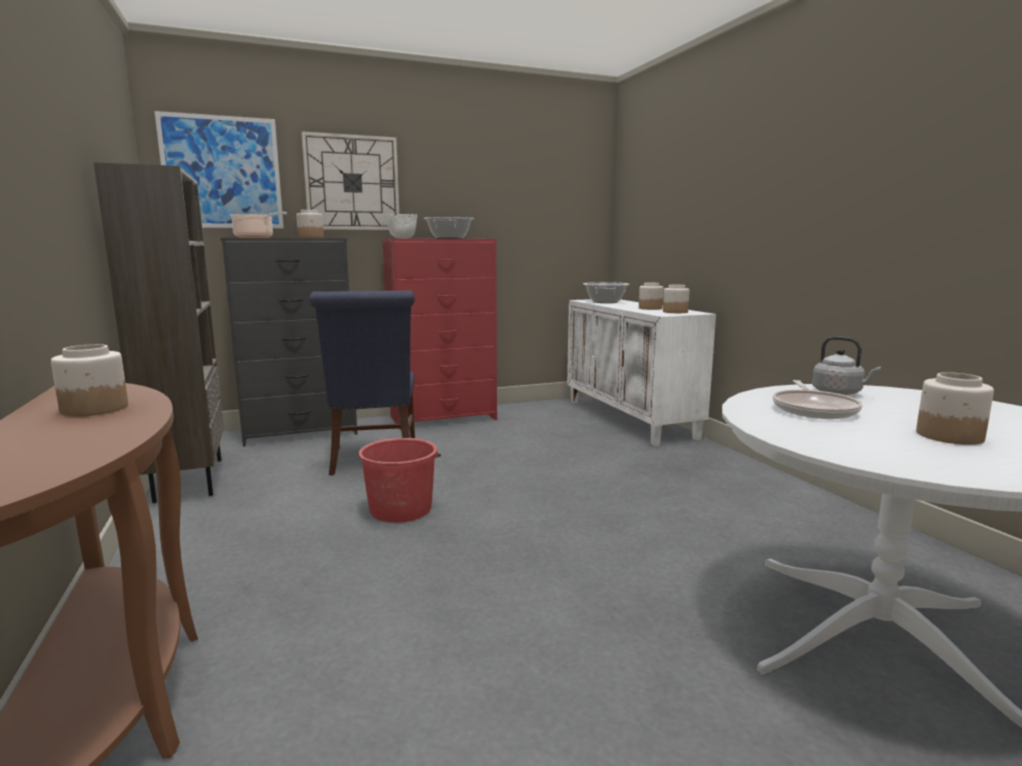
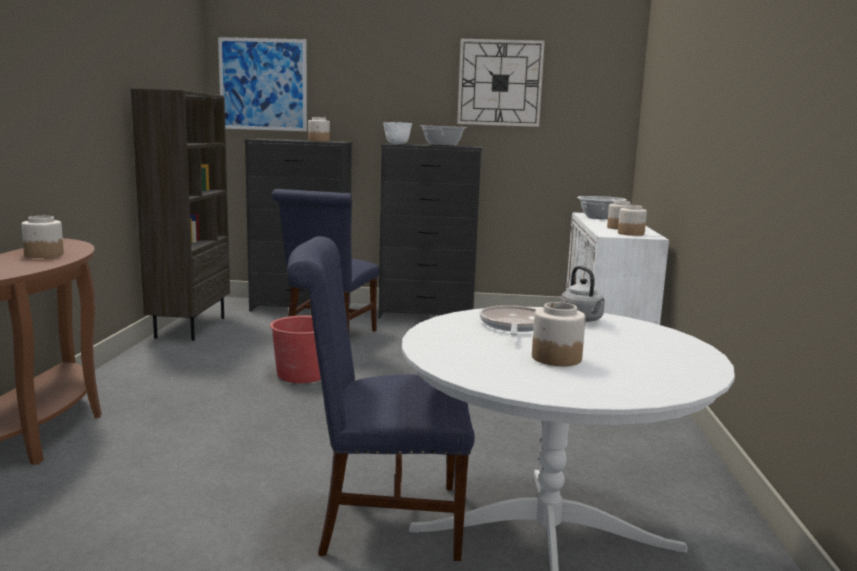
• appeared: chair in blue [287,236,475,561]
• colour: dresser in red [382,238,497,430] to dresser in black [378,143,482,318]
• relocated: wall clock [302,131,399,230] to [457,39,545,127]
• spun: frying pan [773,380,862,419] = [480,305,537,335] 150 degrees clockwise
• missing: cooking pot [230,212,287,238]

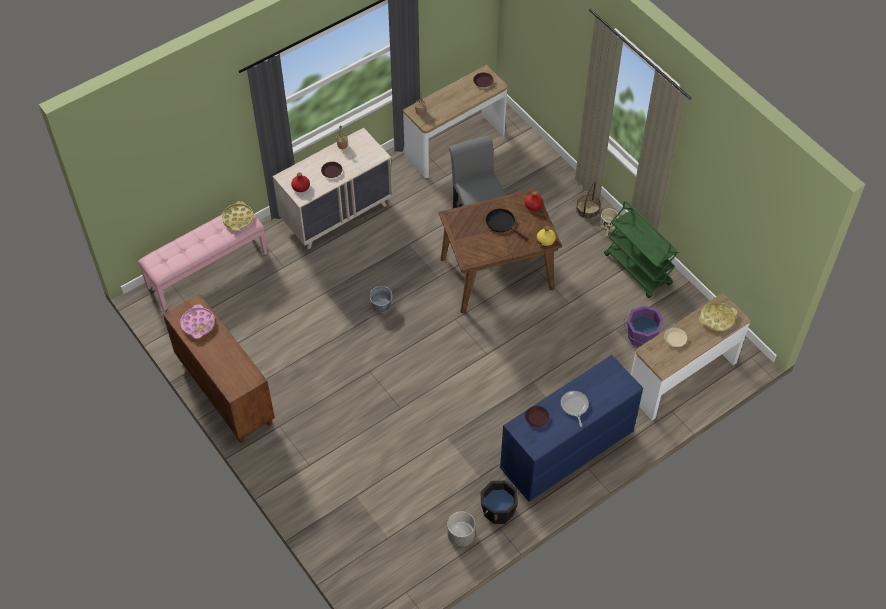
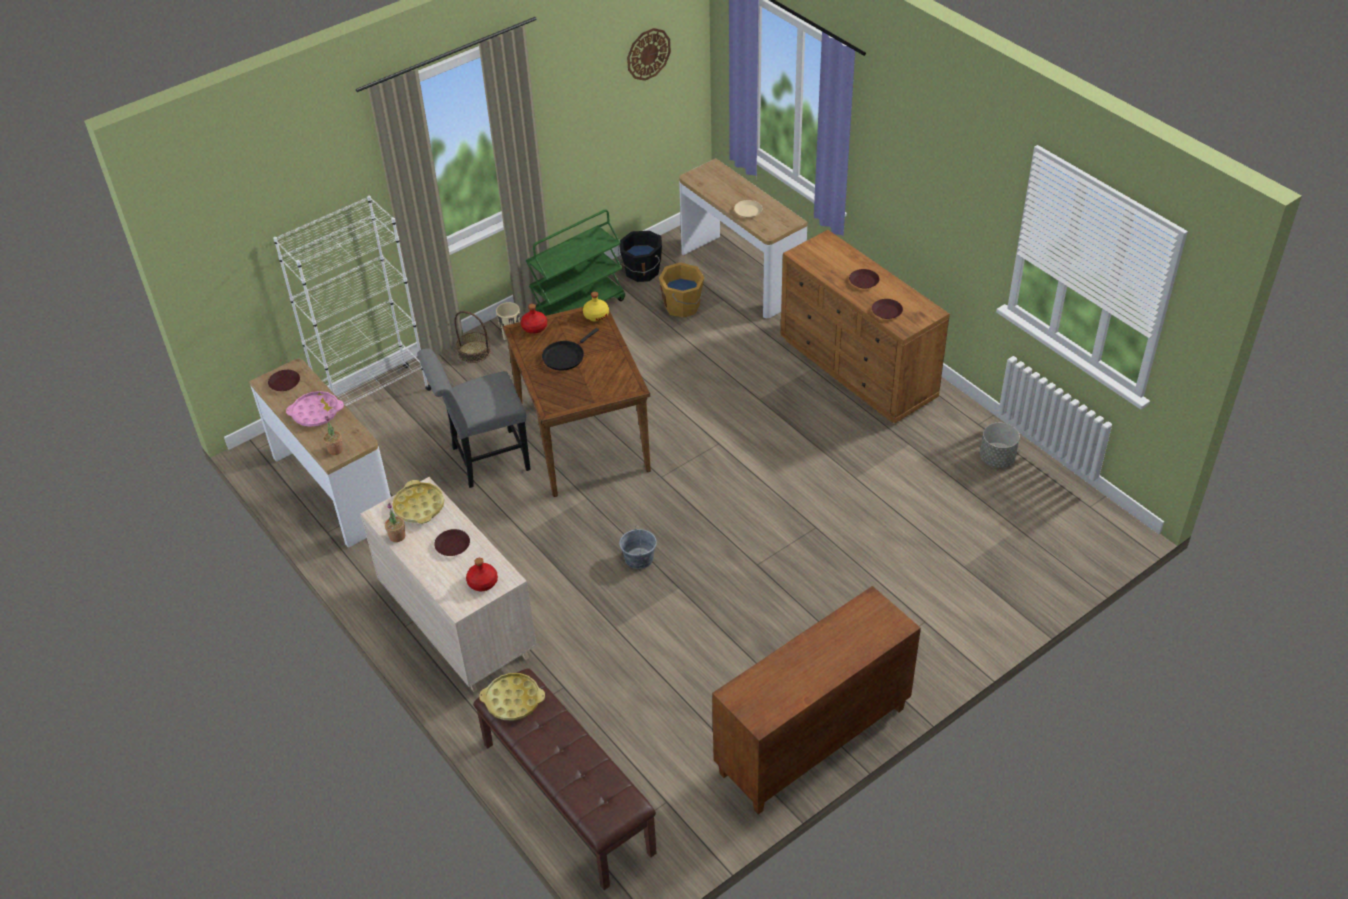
• appeared: bookcase in white [273,196,431,406]
• relocated: tray in pink [180,305,215,339] to [286,391,344,427]
• relocated: tray in yellow [699,302,737,331] to [392,480,444,524]
• colour: bench in pink [138,213,268,311] to bench in brown [473,668,656,890]
• relocated: bucket in black [479,481,518,524] to [618,231,662,282]
• appeared: wall clock [627,28,671,81]
• colour: bucket in purple [623,306,664,347] to bucket in orange [659,262,705,318]
• colour: dresser in blue [500,355,643,502] to dresser in brown [780,230,950,423]
• exchanged: frying pan [561,391,589,427] to plate in brown [849,269,879,289]

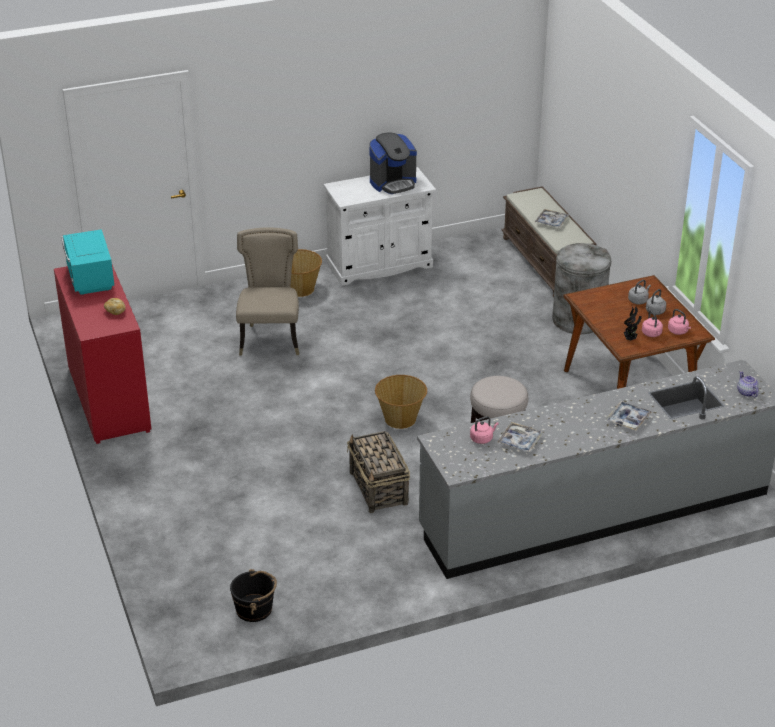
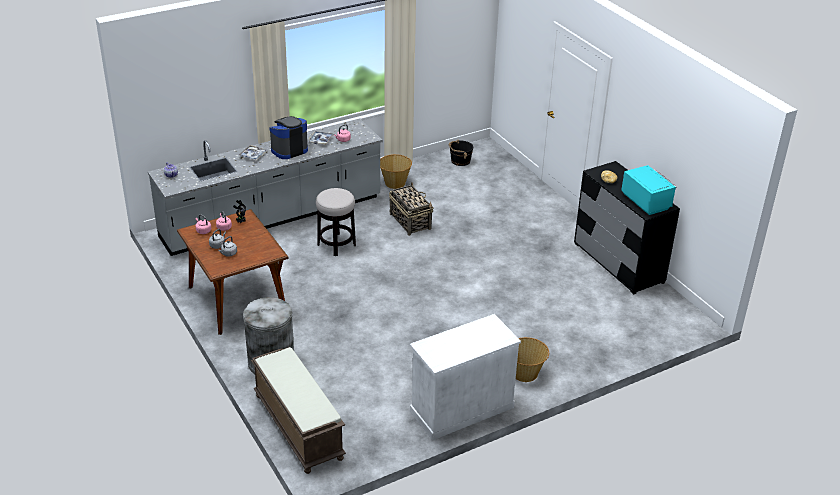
• relocated: coffee machine [369,133,417,194] to [269,116,308,159]
• relocated: basket [375,375,427,429] to [380,154,412,189]
• colour: dresser in red [54,265,151,444] to dresser in black [574,161,680,294]
• missing: chair in beige [236,227,299,355]
• missing: tray [535,209,569,228]

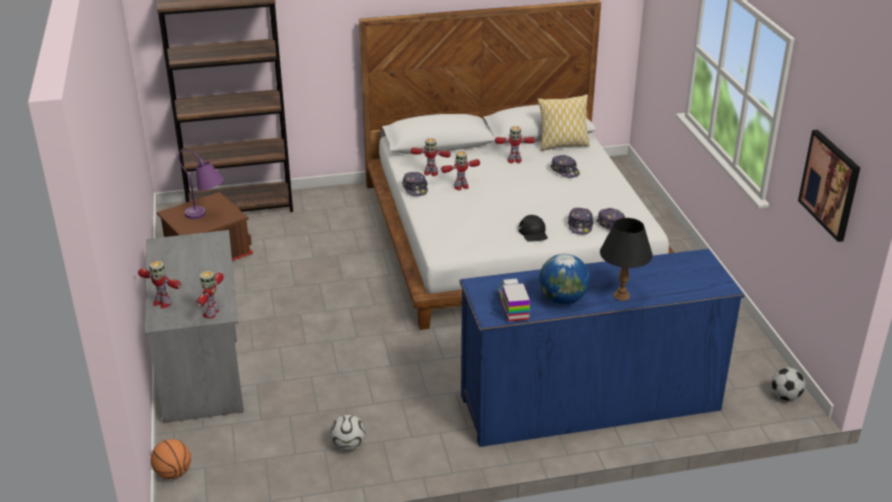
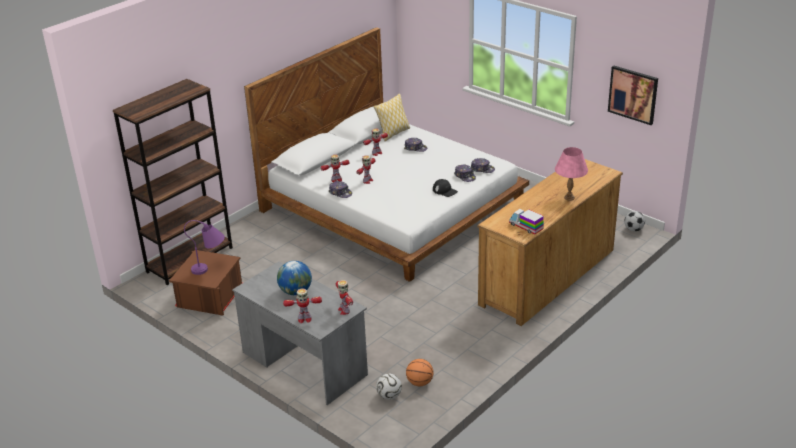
• relocated: globe [539,254,590,304] to [277,261,312,295]
• relocated: football [330,415,366,451] to [376,374,402,400]
• relocated: basketball [151,439,191,479] to [406,359,434,386]
• colour: dresser in blue [459,249,745,447] to dresser in brown [477,159,623,326]
• colour: table lamp in black [600,218,653,301] to table lamp in pink [555,147,588,201]

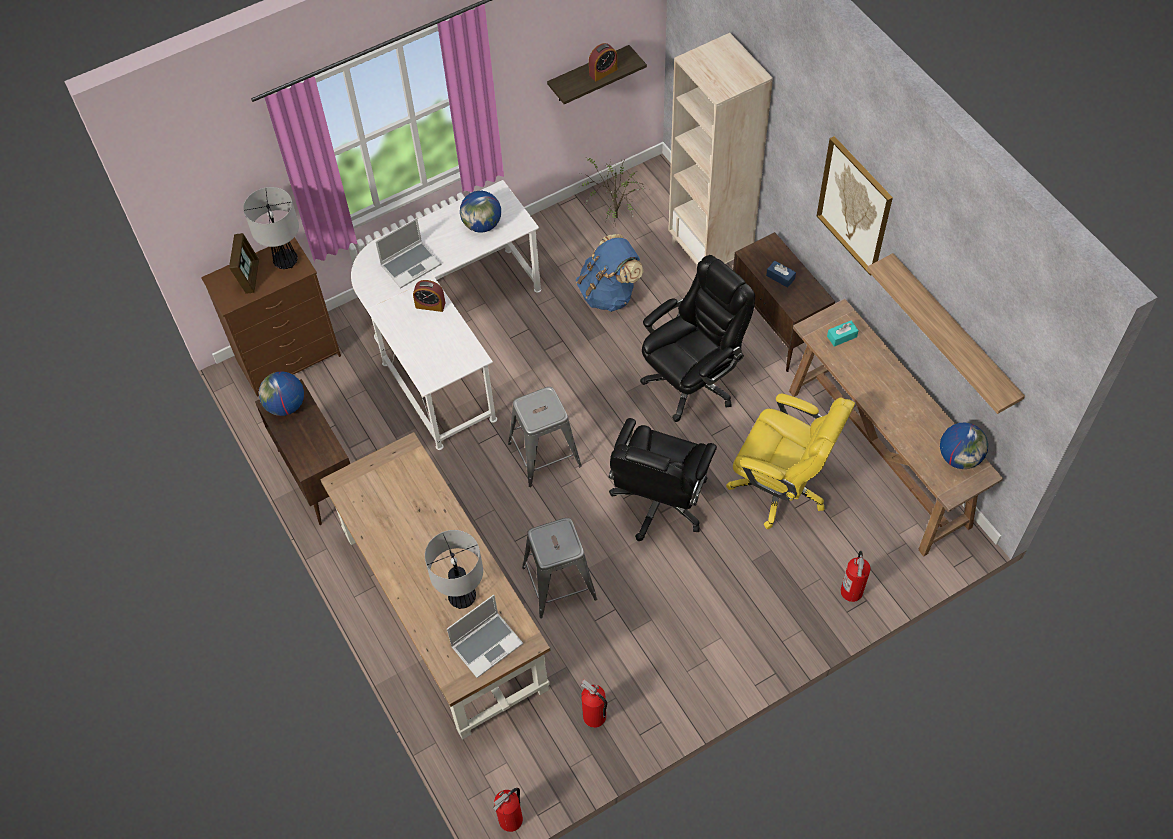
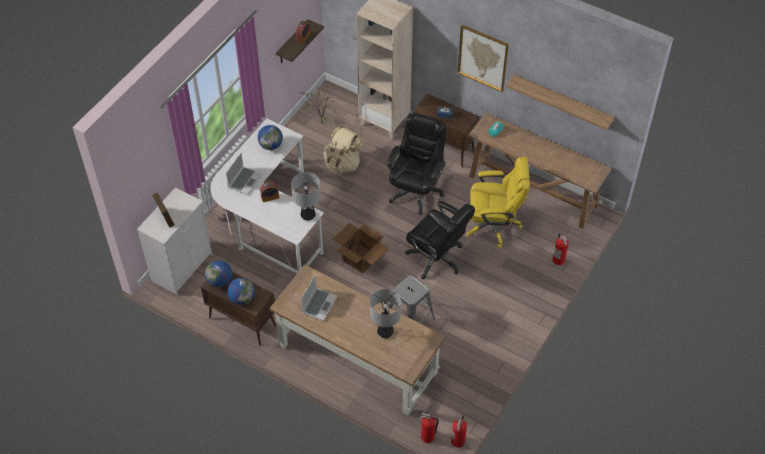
• colour: dresser in brown [201,237,341,397] to dresser in white [137,187,212,295]
• relocated: globe [940,422,988,469] to [227,278,255,305]
• relocated: table lamp [243,187,299,269] to [291,172,321,221]
• relocated: laptop [447,595,523,678] to [301,274,338,321]
• colour: backpack in blue [576,234,644,312] to backpack in beige [323,126,364,174]
• exchanged: stool in grey [508,387,582,487] to cardboard box [333,223,389,274]
• spun: office chair in black [609,418,717,541] = [405,201,475,279] 45 degrees counterclockwise
• relocated: fire extinguisher [580,680,607,728] to [420,413,439,443]

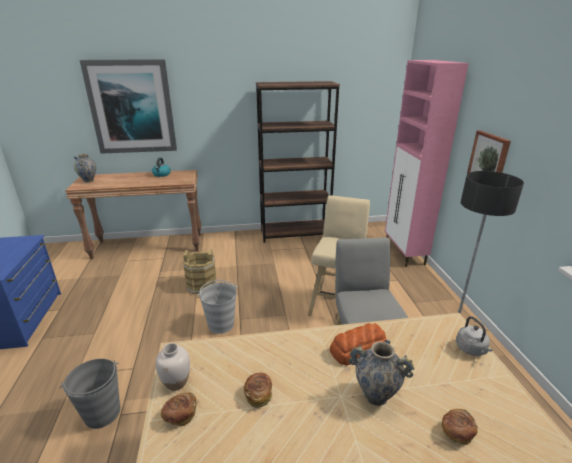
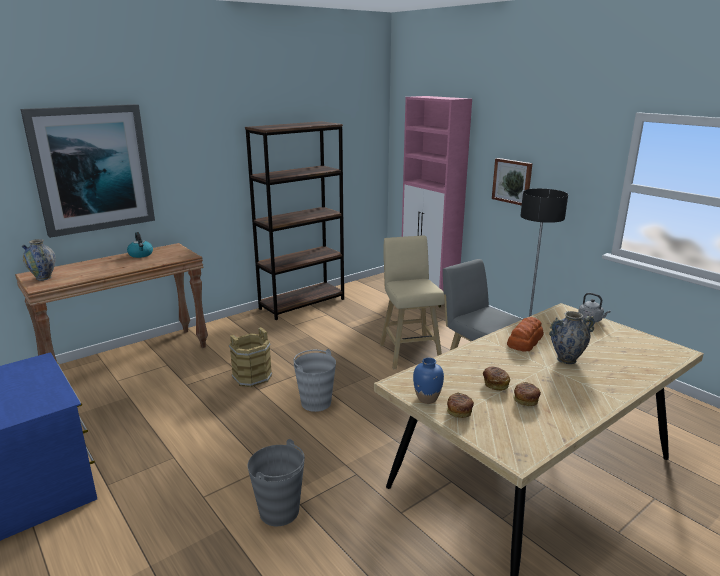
• colour: vase in white [155,343,190,391] to vase in blue [413,358,444,404]
• relocated: bread [442,409,478,445] to [513,382,541,406]

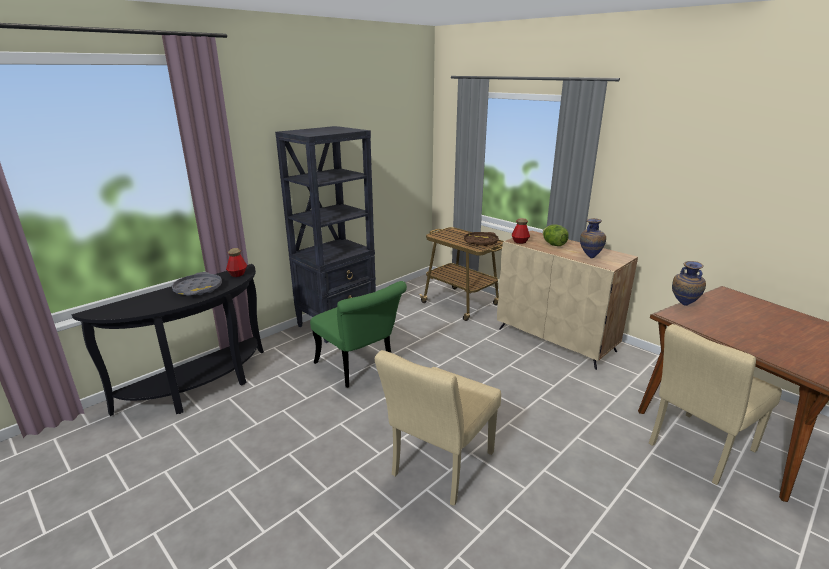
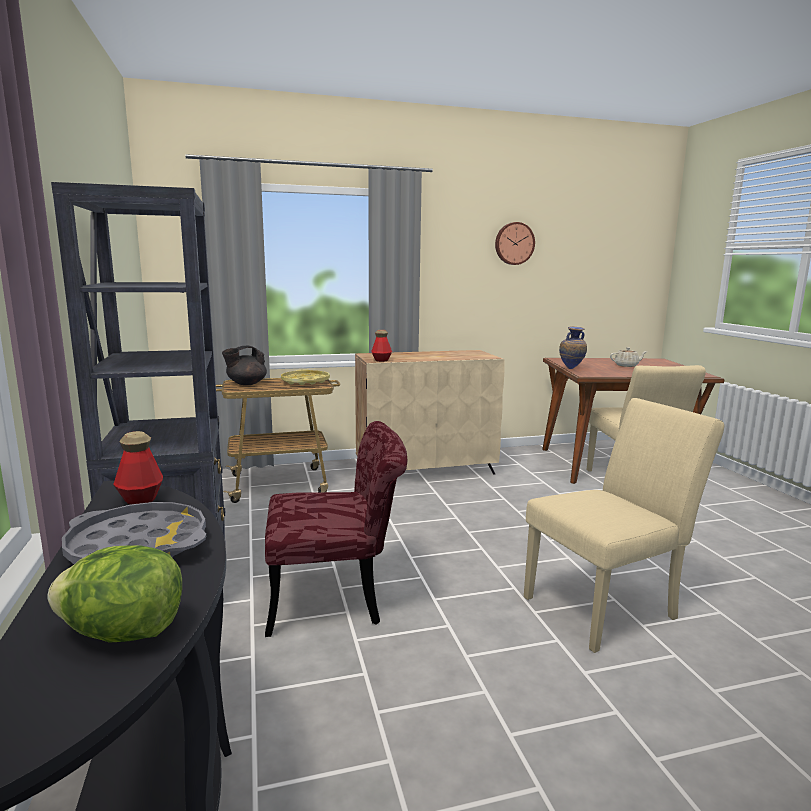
• relocated: lettuce [543,224,569,246] to [48,545,182,643]
• appeared: teapot in black [222,346,267,385]
• colour: chair in green [310,281,407,388] to chair in red [265,421,407,637]
• colour: tray in brown [464,232,499,246] to tray in yellow [281,369,330,385]
• appeared: wall clock [495,222,535,265]
• spun: chair in beige [375,350,501,506] = [524,398,724,653] 90 degrees counterclockwise
• appeared: teapot in beige [610,347,647,367]
• missing: vase [580,218,606,259]

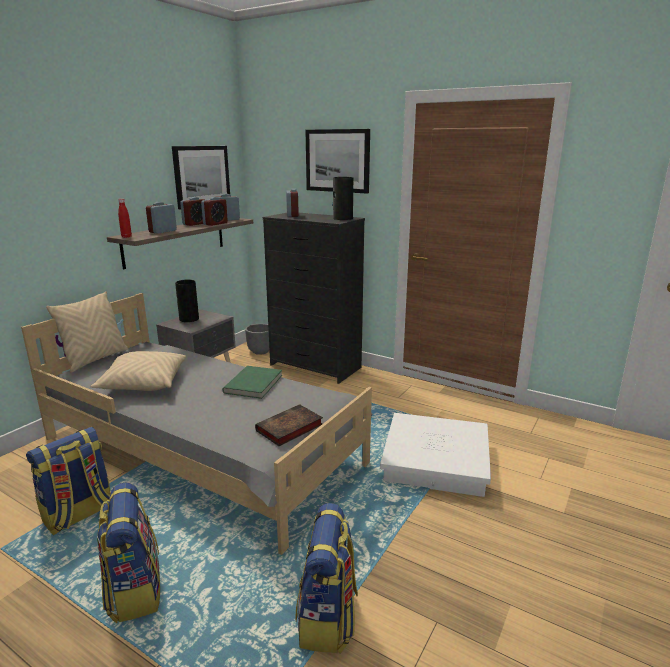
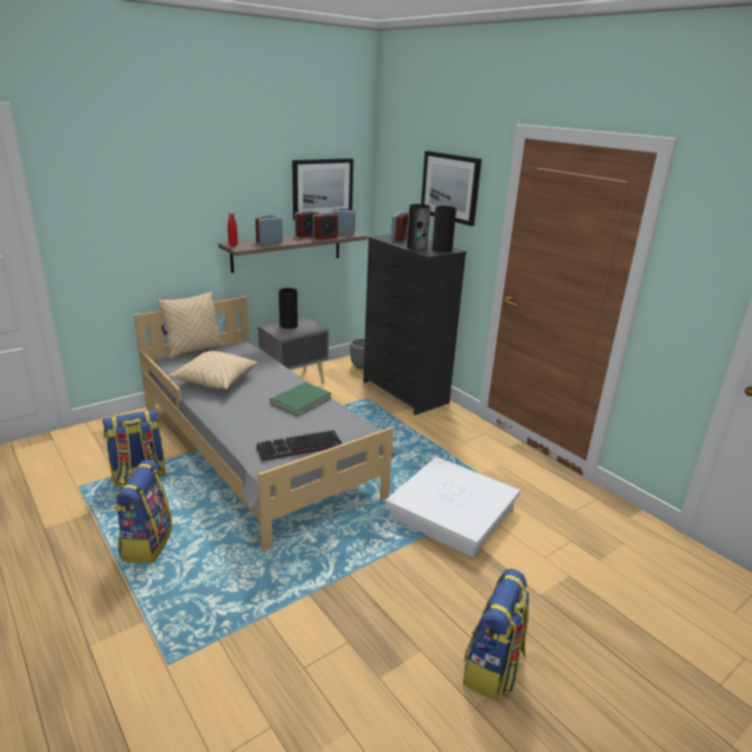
• exchanged: book [255,404,323,446] to keyboard [256,430,342,461]
• appeared: vase [407,204,431,250]
• relocated: backpack [296,503,358,653] to [463,569,529,702]

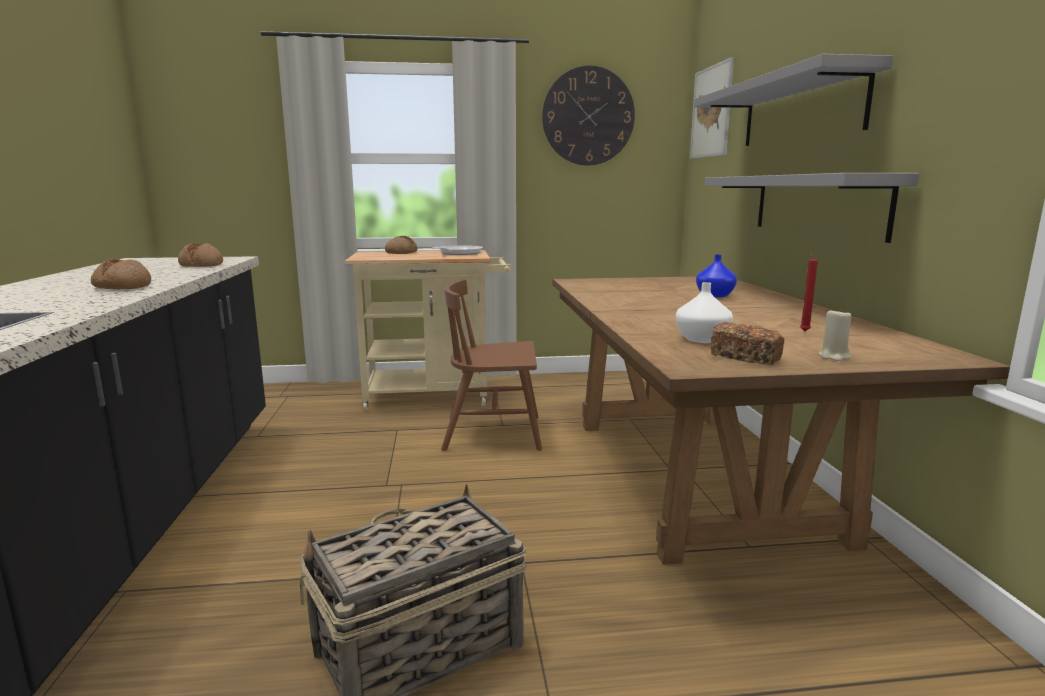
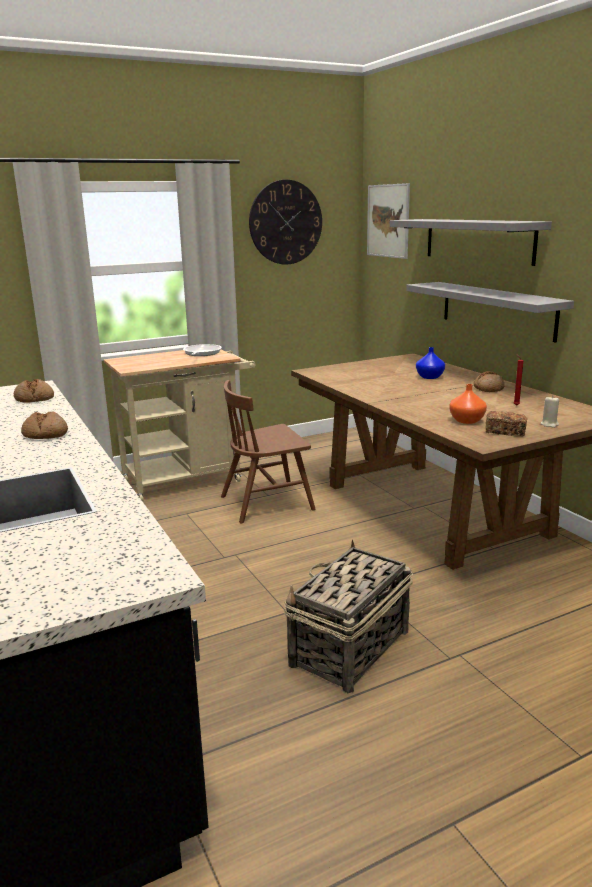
• colour: vase in white [676,282,733,343] to vase in orange [450,384,487,424]
• relocated: bread [385,236,418,254] to [474,371,504,392]

